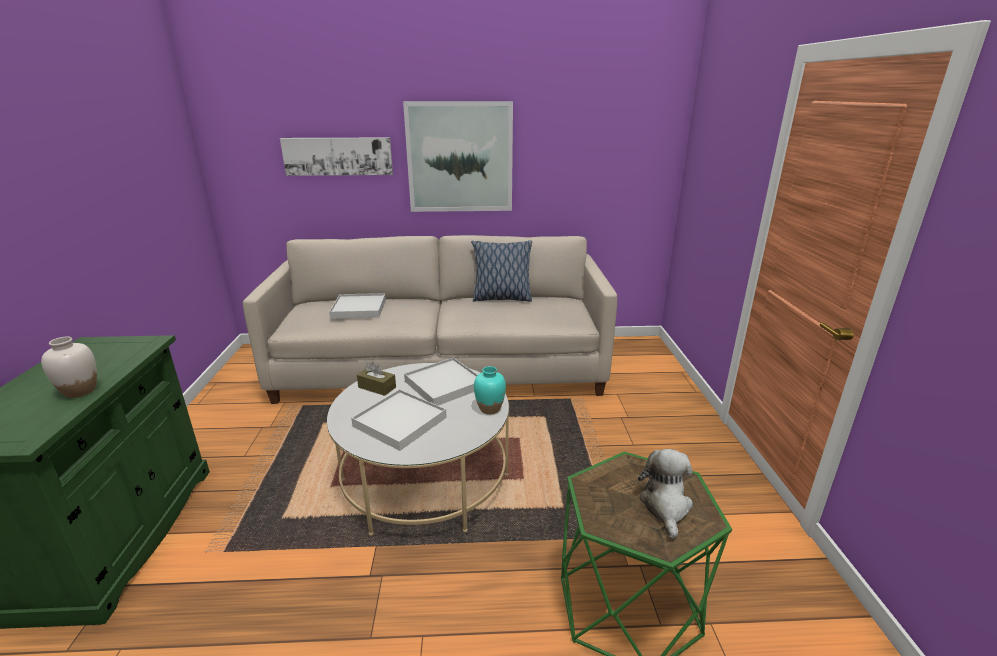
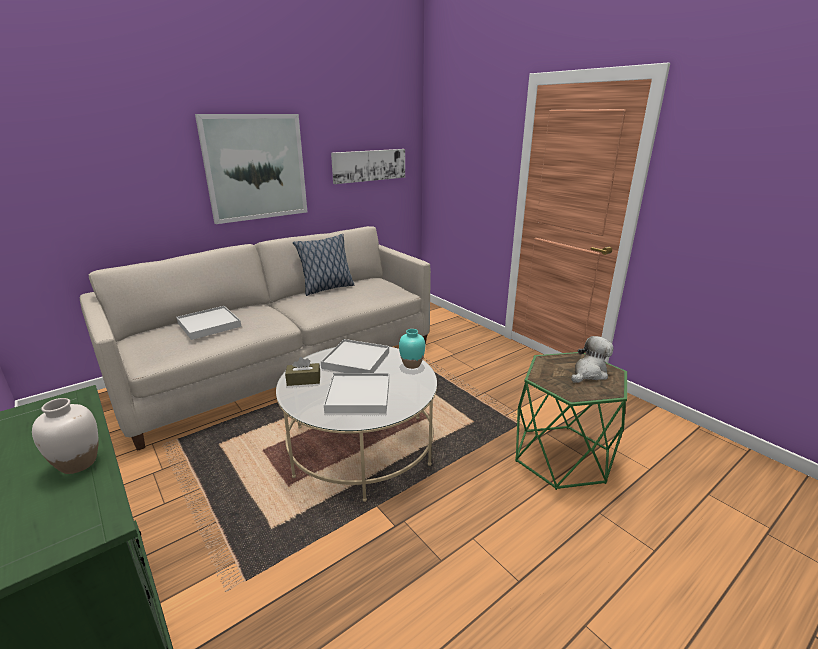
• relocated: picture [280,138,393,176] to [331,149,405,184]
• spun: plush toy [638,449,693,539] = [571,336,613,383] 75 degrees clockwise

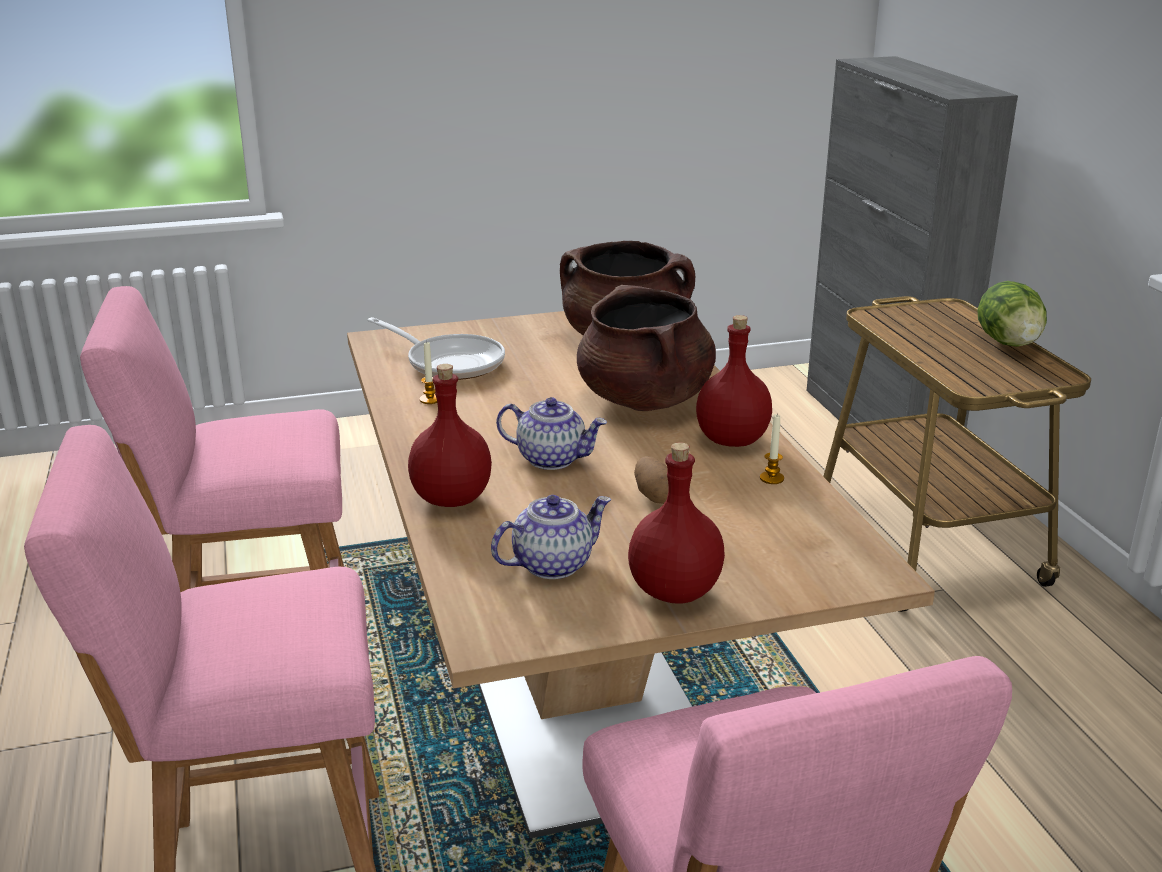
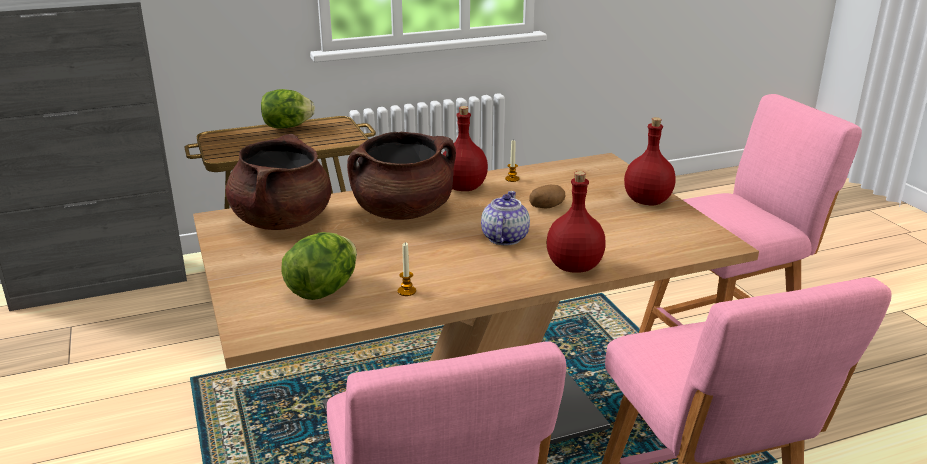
• exchanged: frying pan [367,317,505,380] to lettuce [281,232,357,300]
• missing: teapot [491,495,611,579]

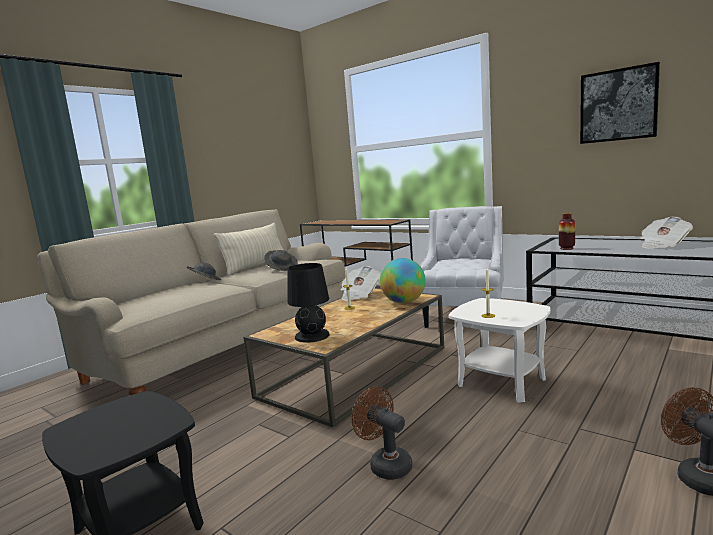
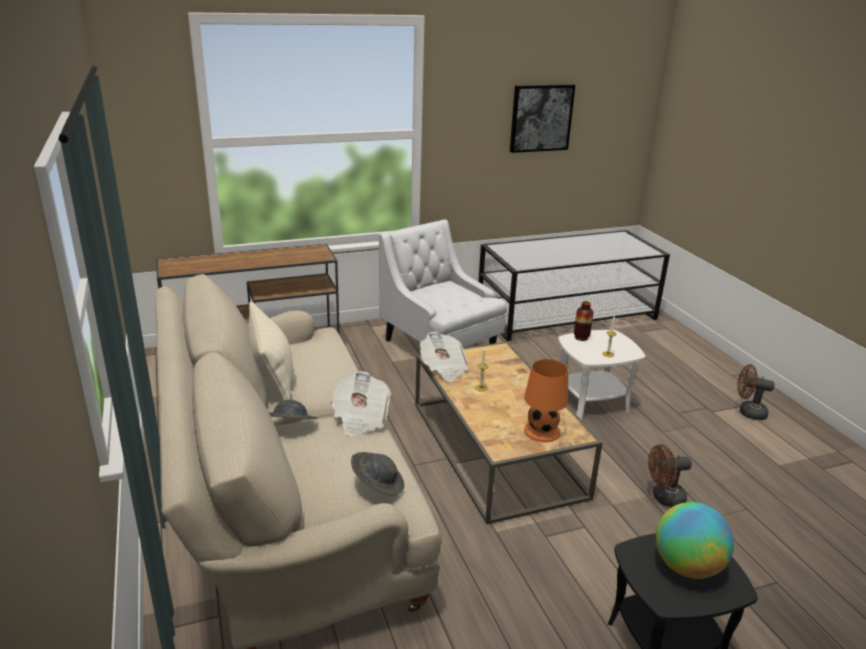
• relocated: newspaper [640,217,693,249] to [330,371,391,436]
• relocated: hat in grey [264,250,298,271] to [351,452,405,496]
• colour: table lamp in black [287,263,330,343] to table lamp in orange [524,359,568,442]
• relocated: vase [559,213,575,250] to [574,301,594,341]
• relocated: globe [380,258,426,304] to [656,502,734,579]

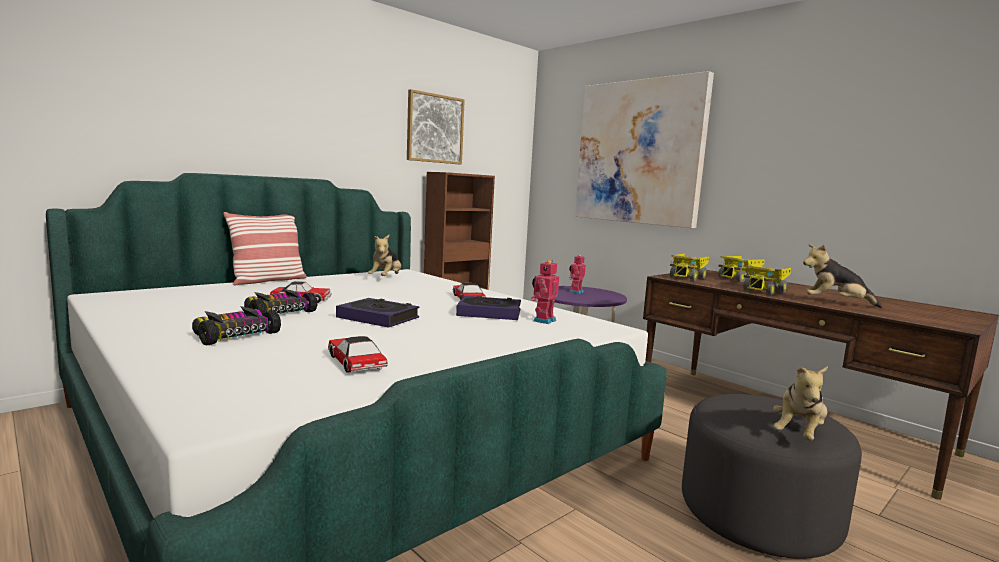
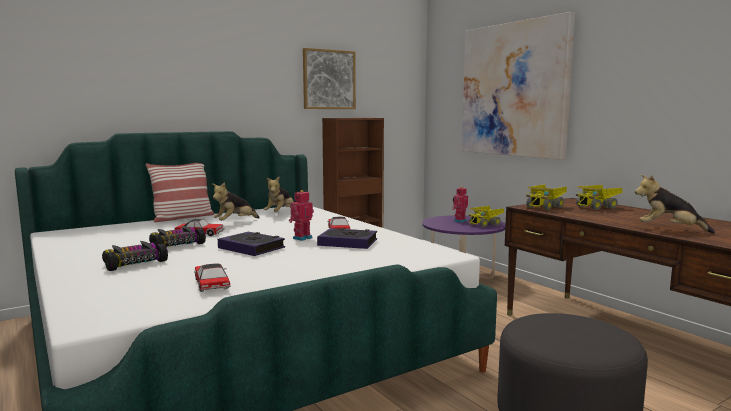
• relocated: plush toy [773,366,828,441] to [212,182,260,221]
• relocated: toy robot [531,260,559,324] to [289,190,314,241]
• relocated: toy truck [743,264,791,295] to [469,206,504,227]

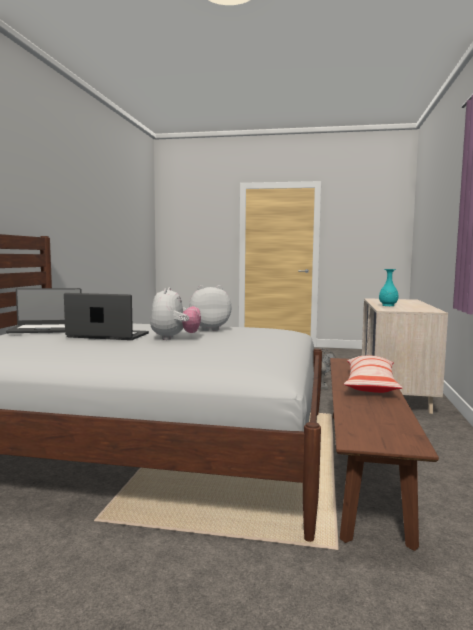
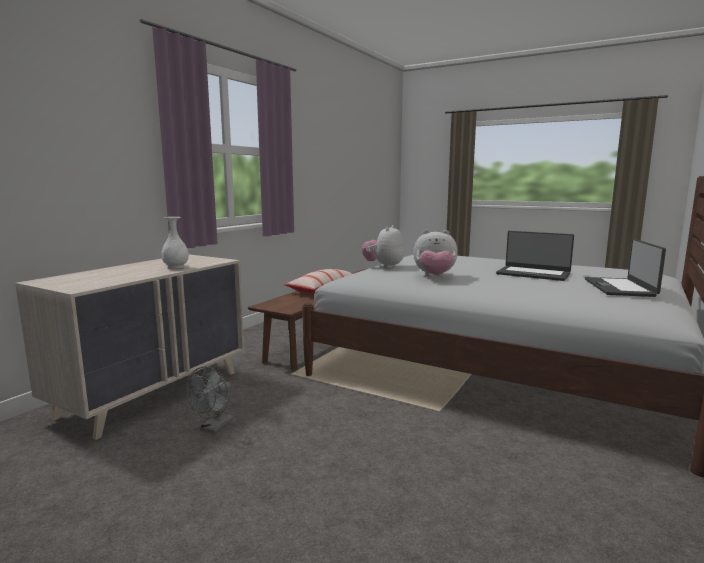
• colour: vase in turquoise [379,269,399,306] to vase in white [161,217,189,269]
• relocated: plush toy [150,287,201,340] to [362,225,404,269]
• spun: laptop [6,288,81,333] = [585,239,666,297] 90 degrees counterclockwise

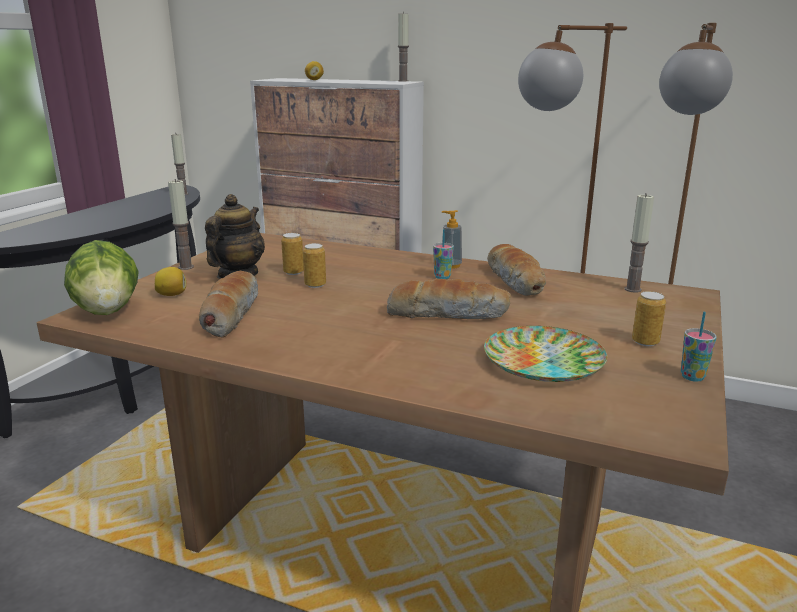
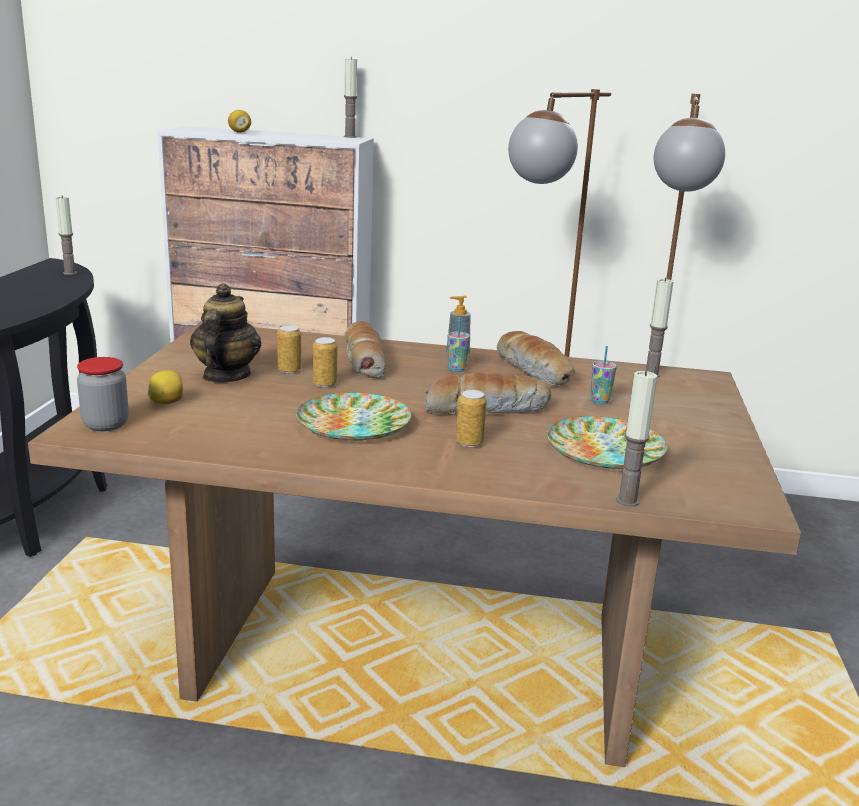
• exchanged: lettuce [64,240,139,315] to jar [77,357,129,431]
• appeared: plate [296,392,411,441]
• relocated: bread [199,271,258,338] to [344,321,387,379]
• relocated: can [632,291,666,346] to [456,390,487,447]
• relocated: cup [681,312,716,382] to [591,346,617,404]
• relocated: candle [168,179,194,270] to [616,370,657,507]

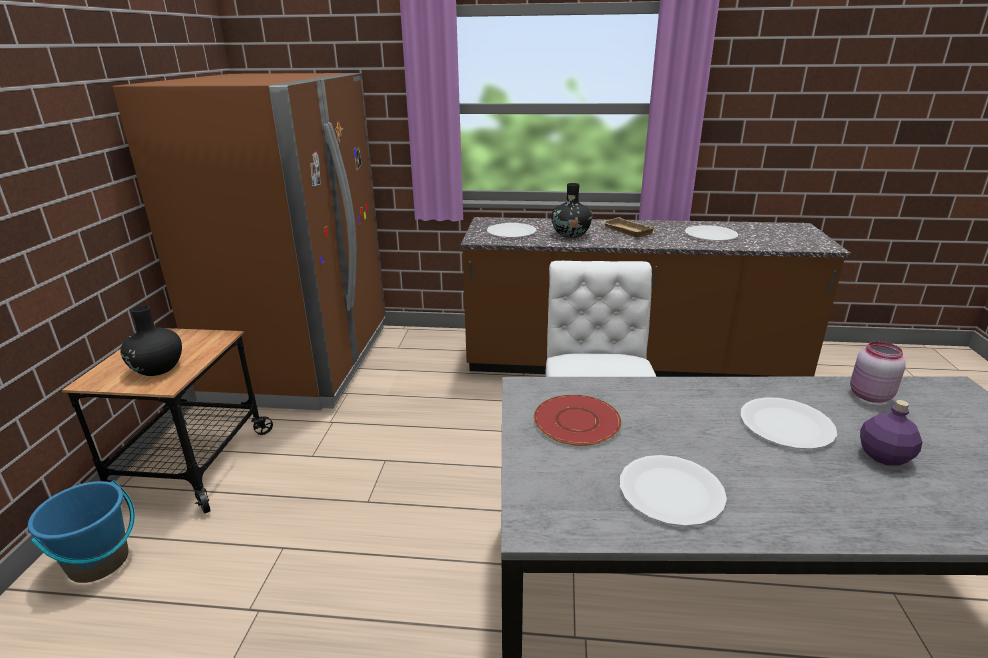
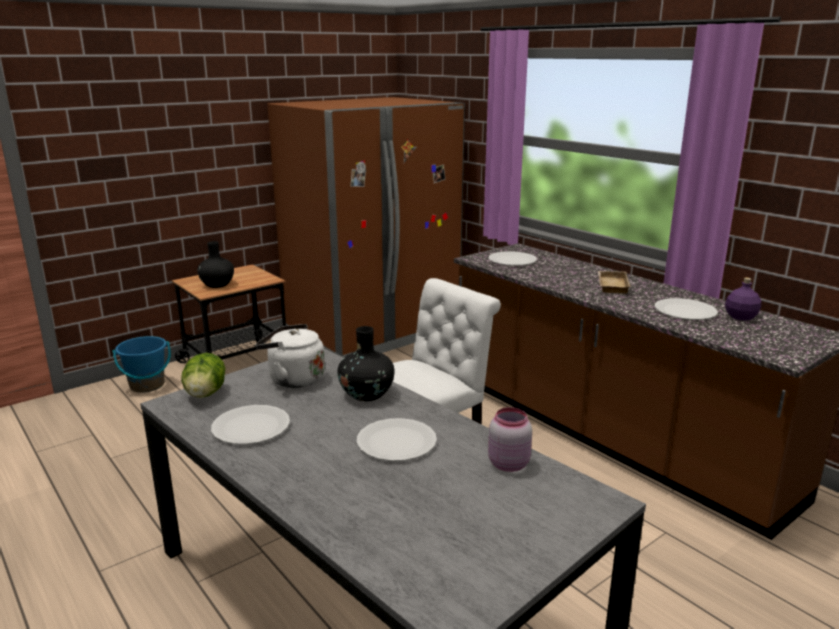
• appeared: lettuce [181,353,225,398]
• exchanged: plate in red [534,395,622,446] to kettle in white [255,324,325,388]
• relocated: vase in black [551,183,592,238] to [337,326,394,401]
• relocated: bottle in purple [860,400,922,466] to [725,278,761,321]

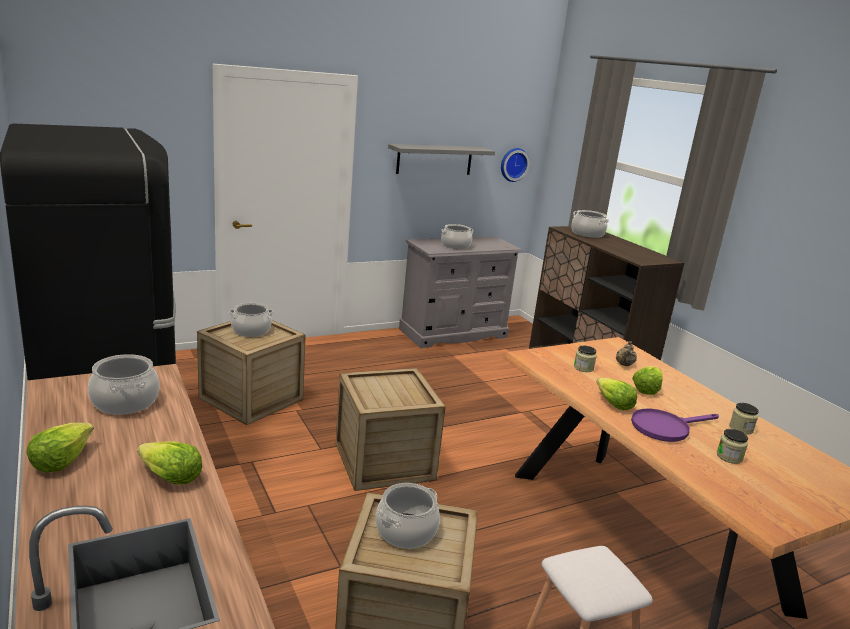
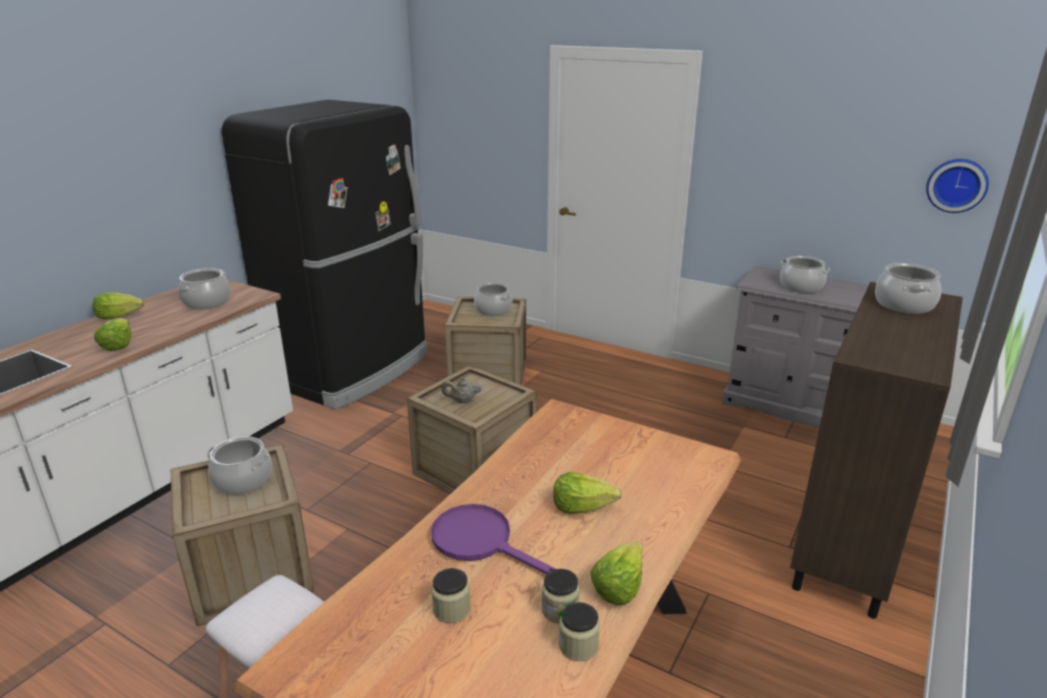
• relocated: teapot in beige [616,341,637,366] to [442,377,482,403]
• relocated: jar [574,345,597,372] to [559,602,600,661]
• relocated: lettuce [597,378,637,410] to [590,541,643,605]
• missing: shelf in grey [388,144,495,175]

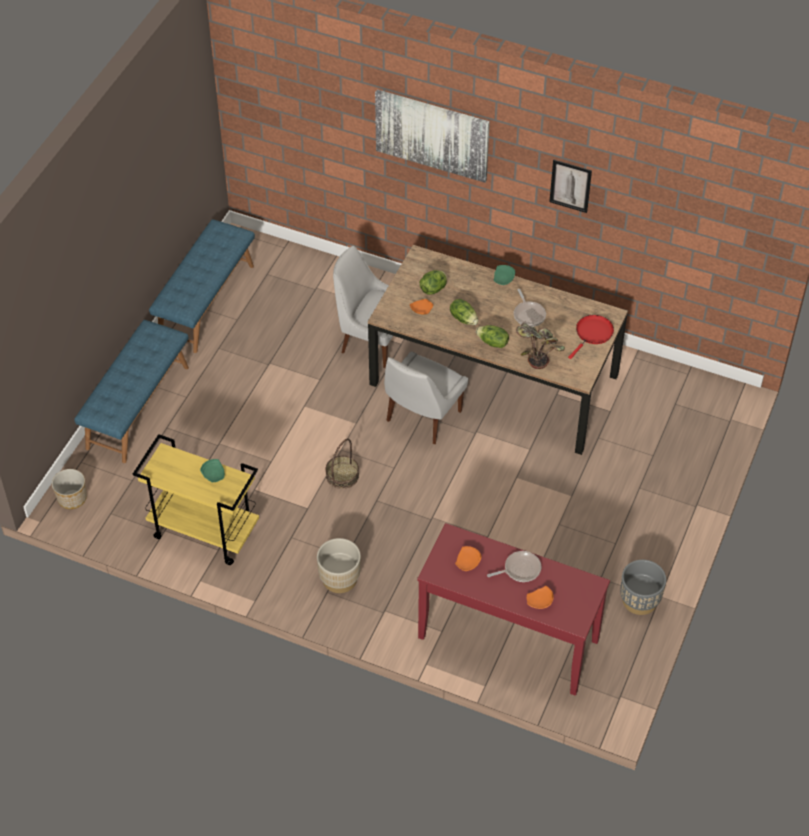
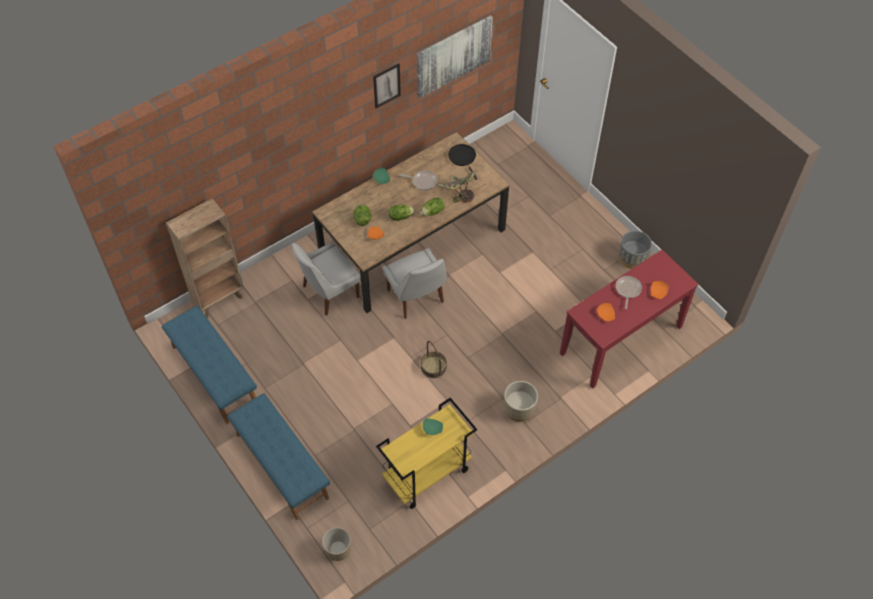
• appeared: bookcase in brown [166,198,244,318]
• relocated: picture [375,89,490,183] to [417,15,493,99]
• colour: frying pan in red [568,315,614,359] to frying pan in black [448,144,478,180]

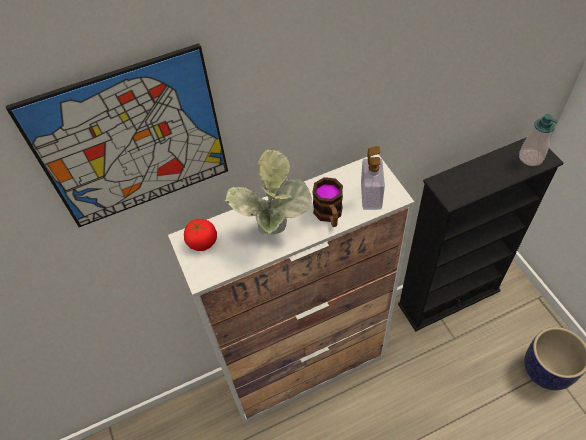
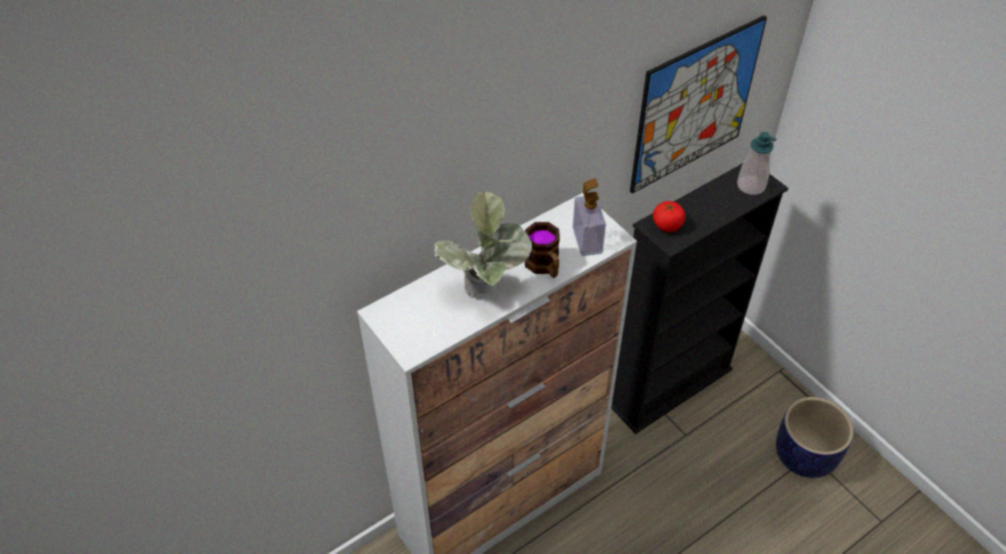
• relocated: picture [6,43,228,227] to [630,15,767,194]
• relocated: tomato [184,219,217,251] to [653,201,685,232]

